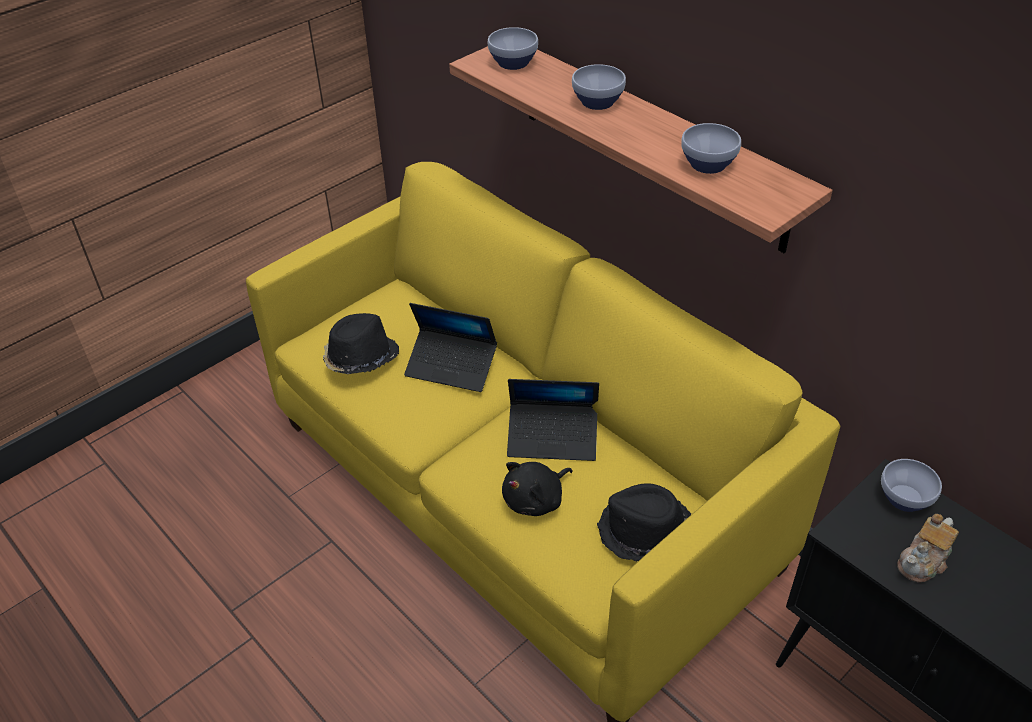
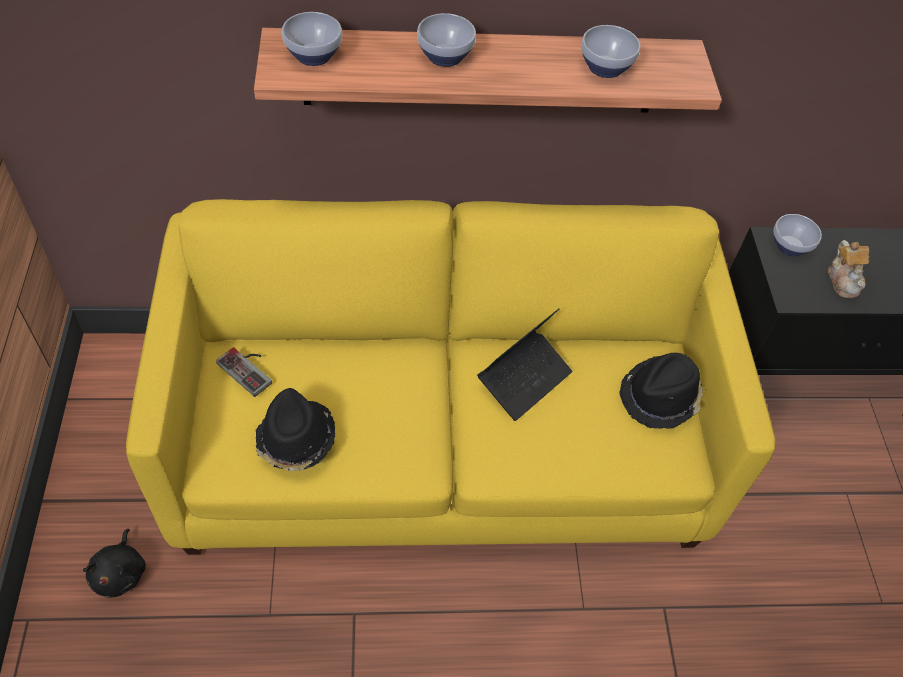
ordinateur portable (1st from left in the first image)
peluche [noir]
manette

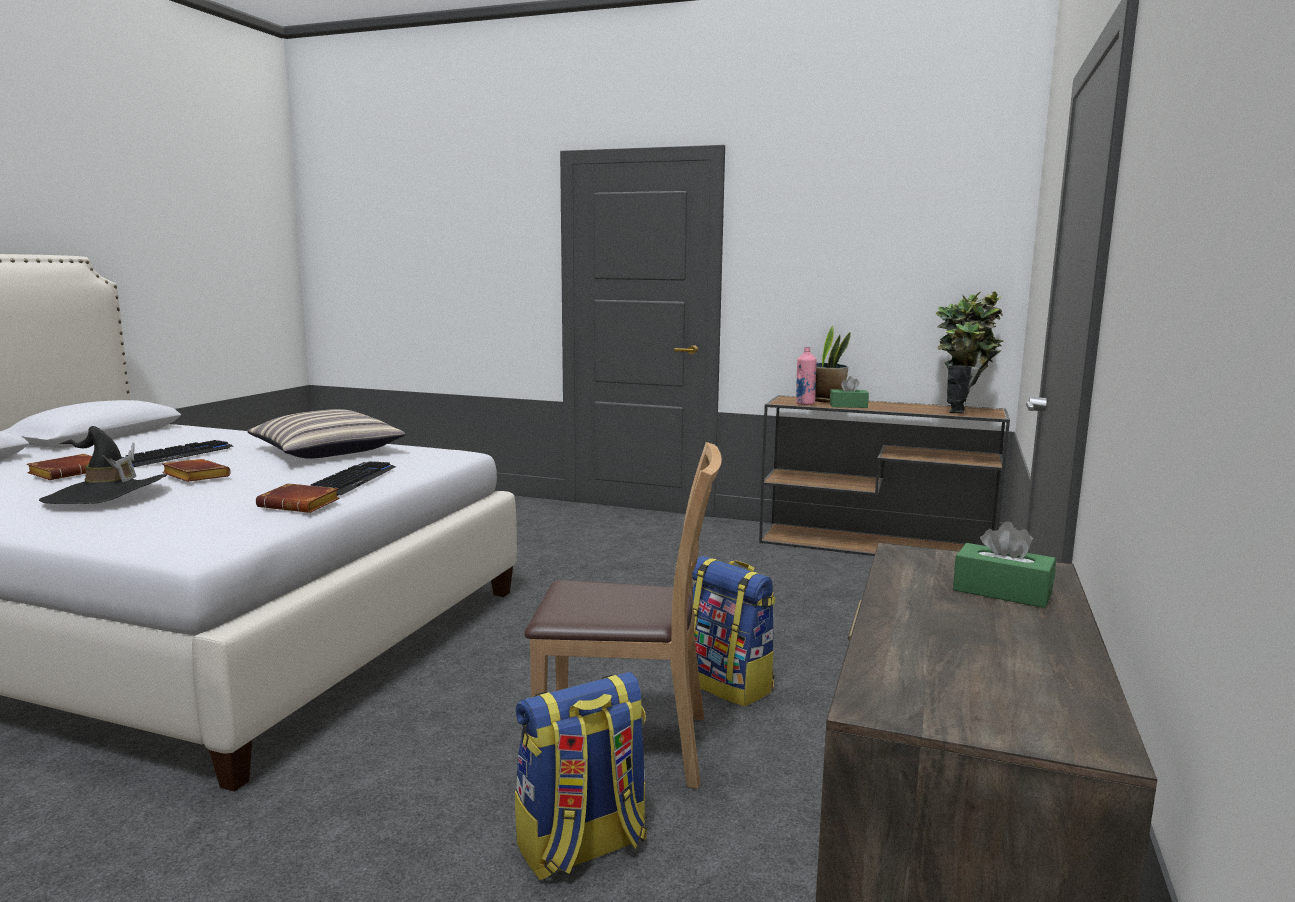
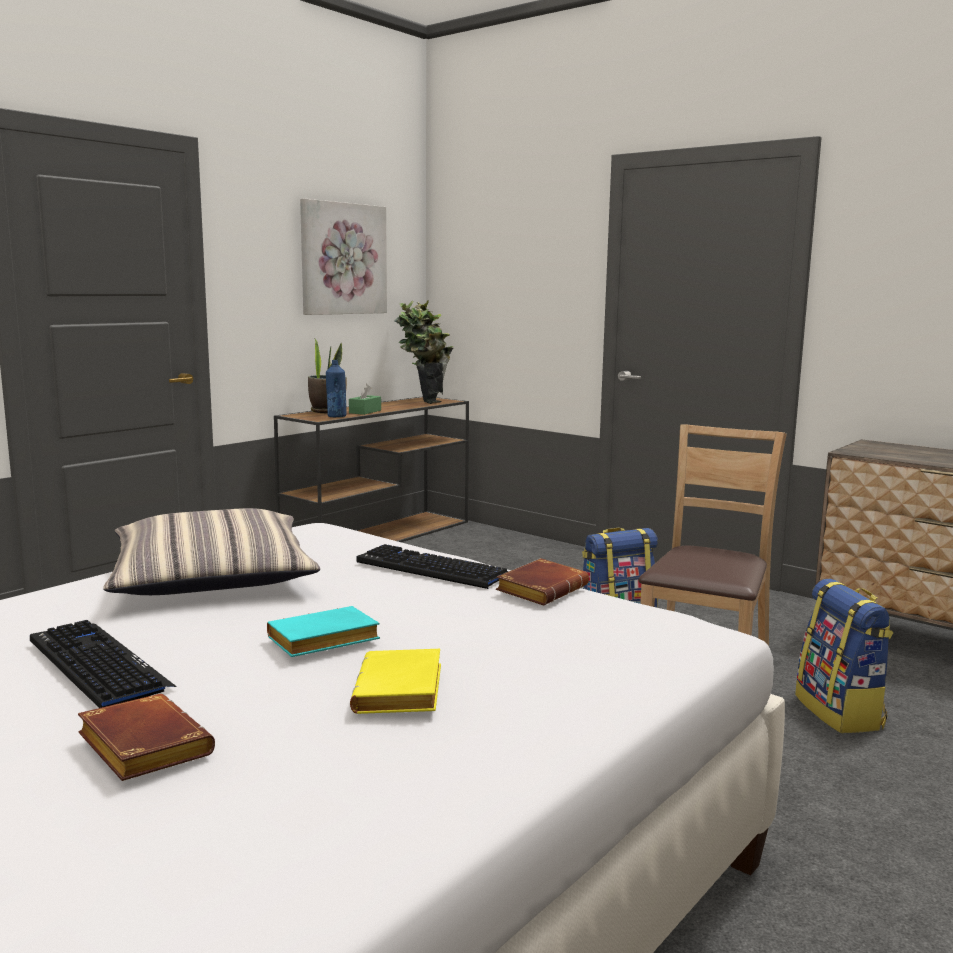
livre [jaune]
livre [turquoise]
bouteille [bleu]
boîte à mouchoirs [vert] (2nd from left in the first image)
tableau

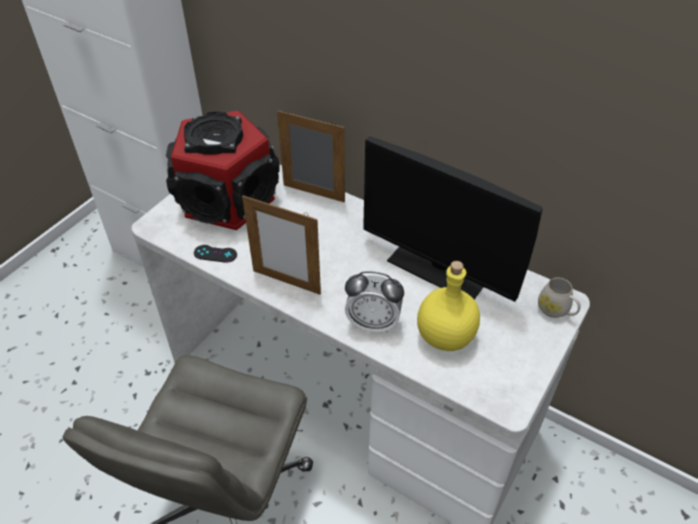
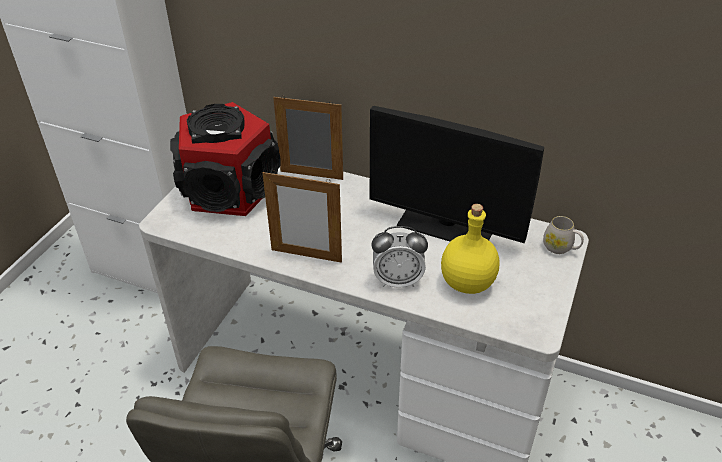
manette [noir]

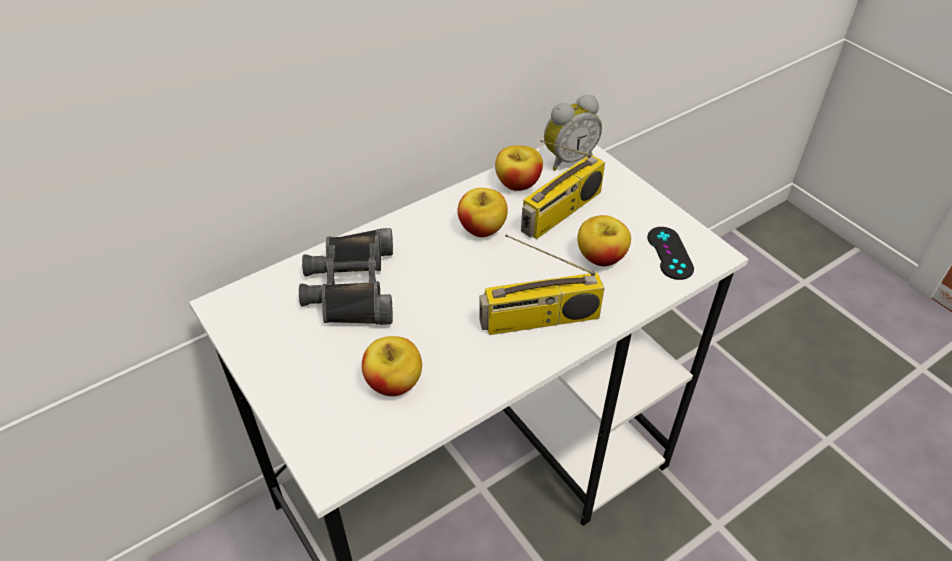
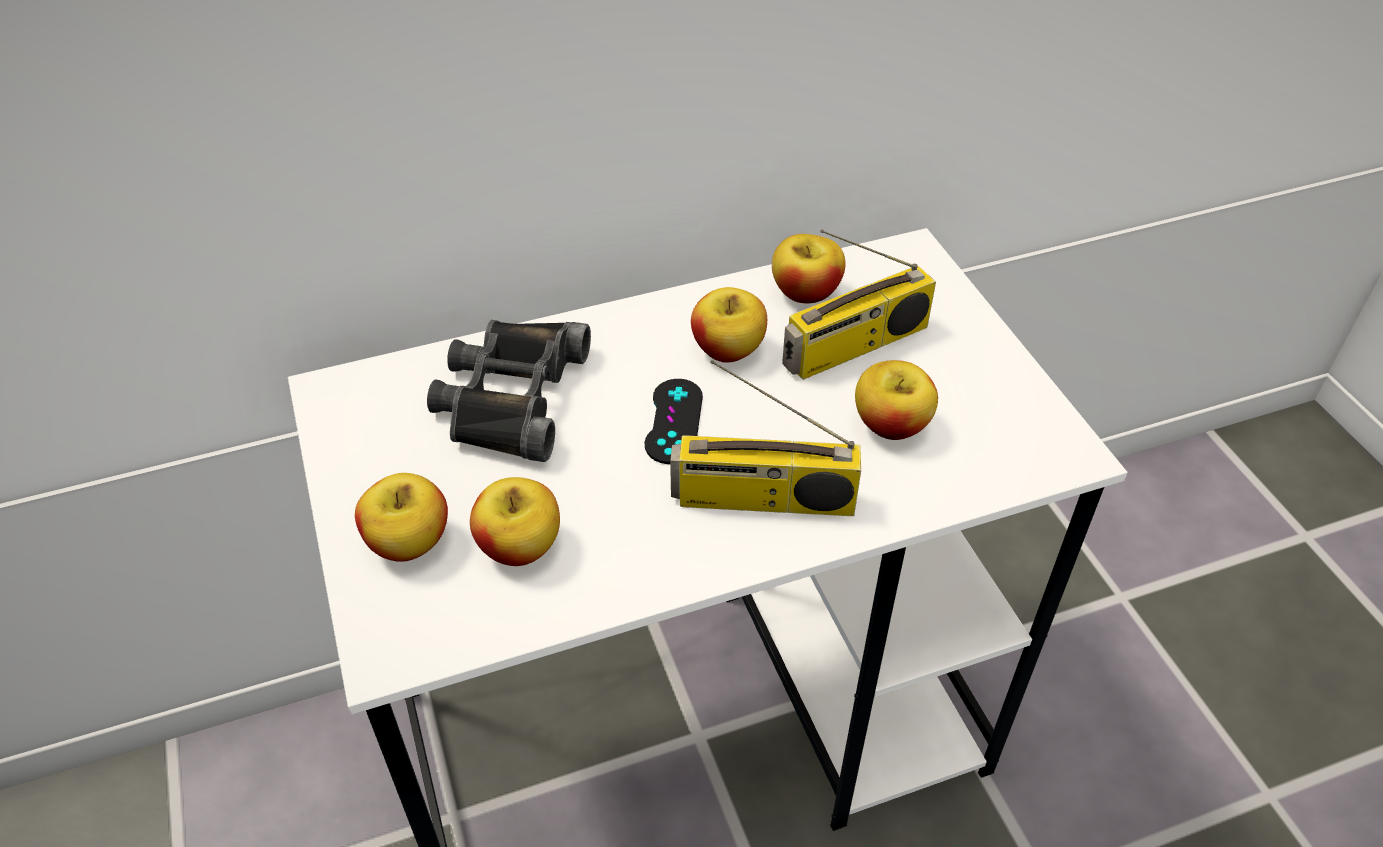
réveil
manette [noir]
pomme (1st from left)

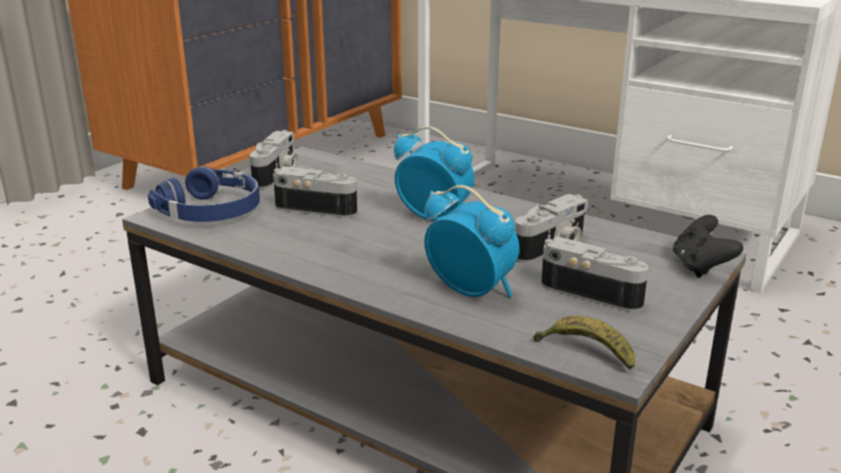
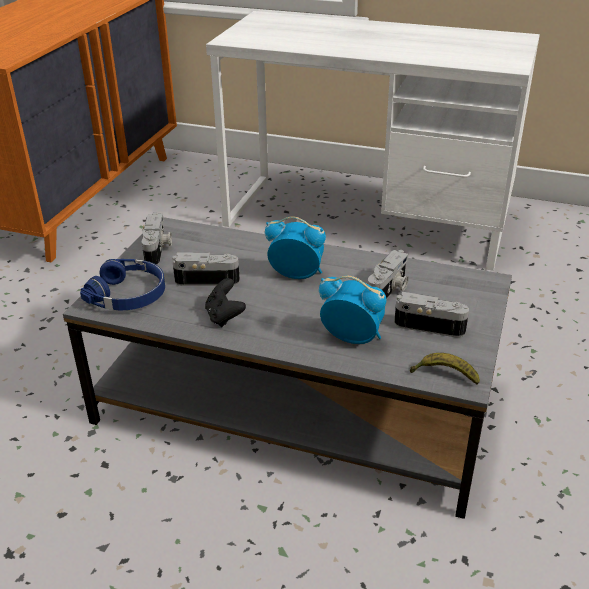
manette [noir]

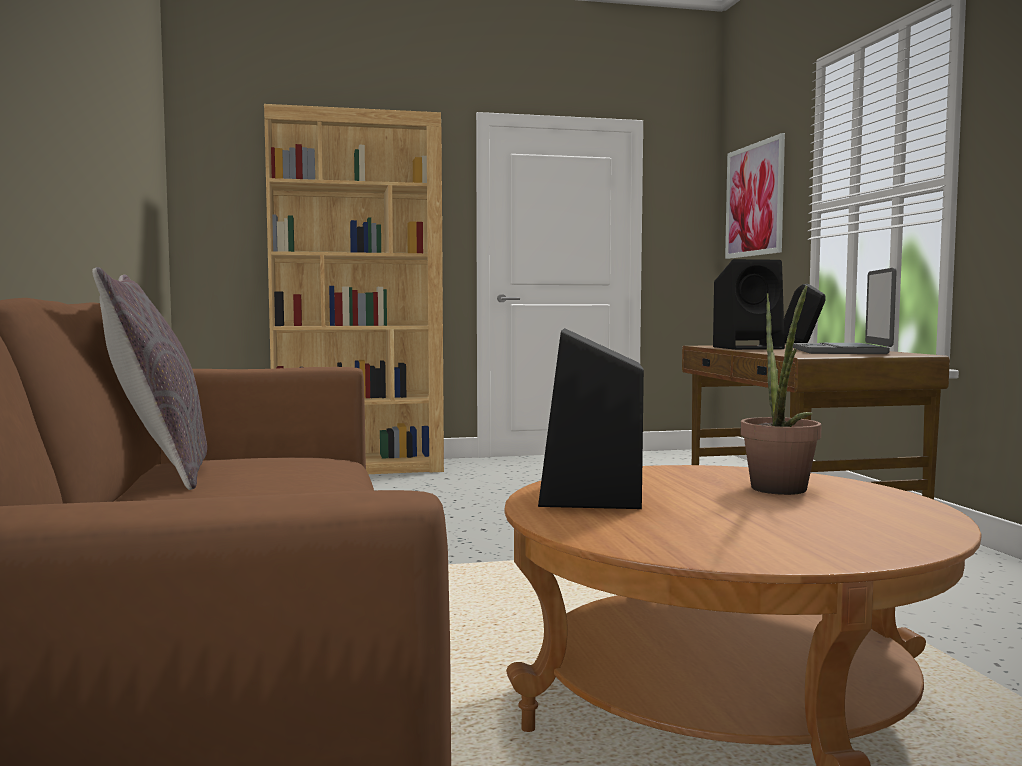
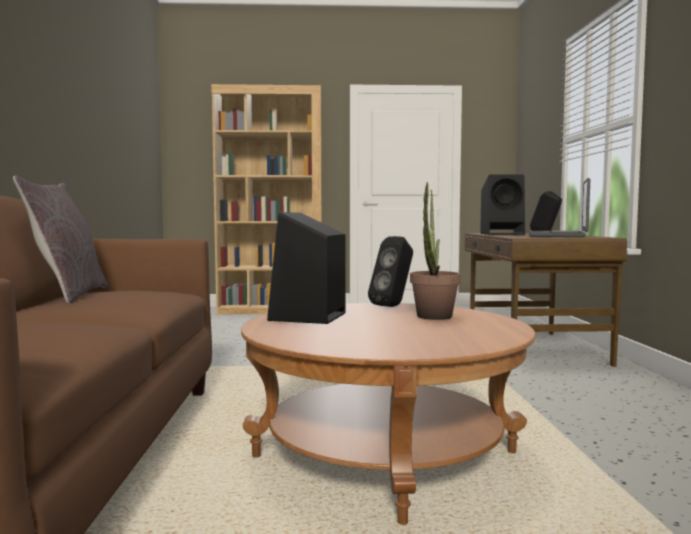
tableau
enceinte [noir] (2nd from left)

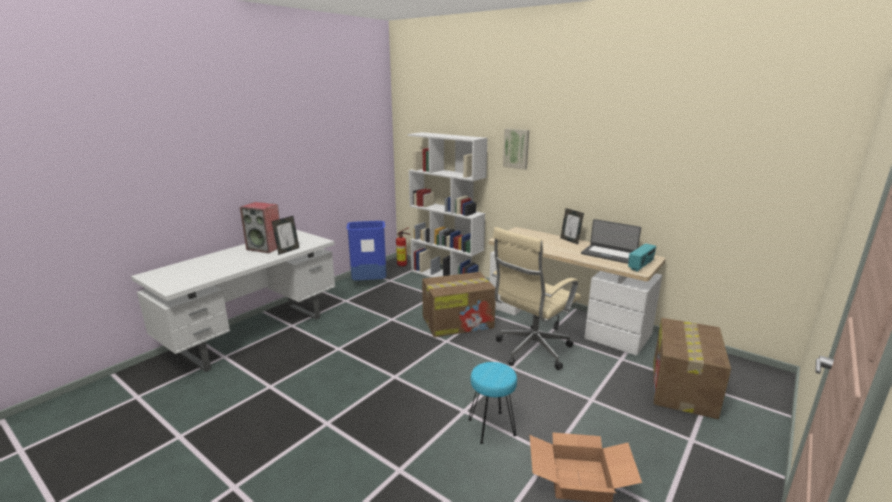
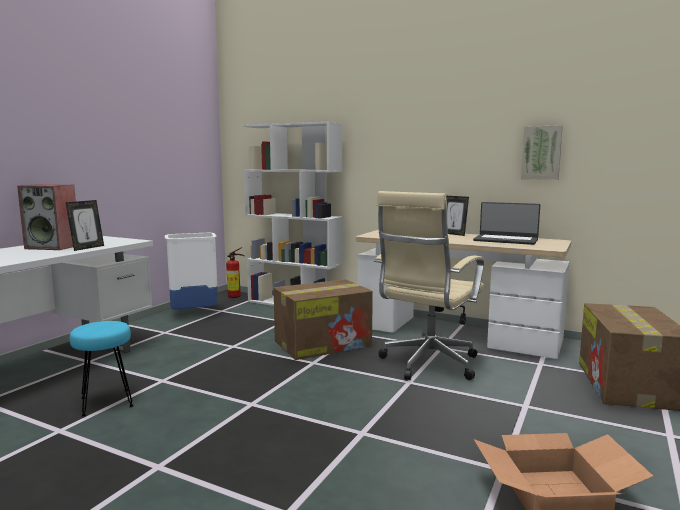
poubelle [blanc]
tabouret [turquoise]
tableau
radio

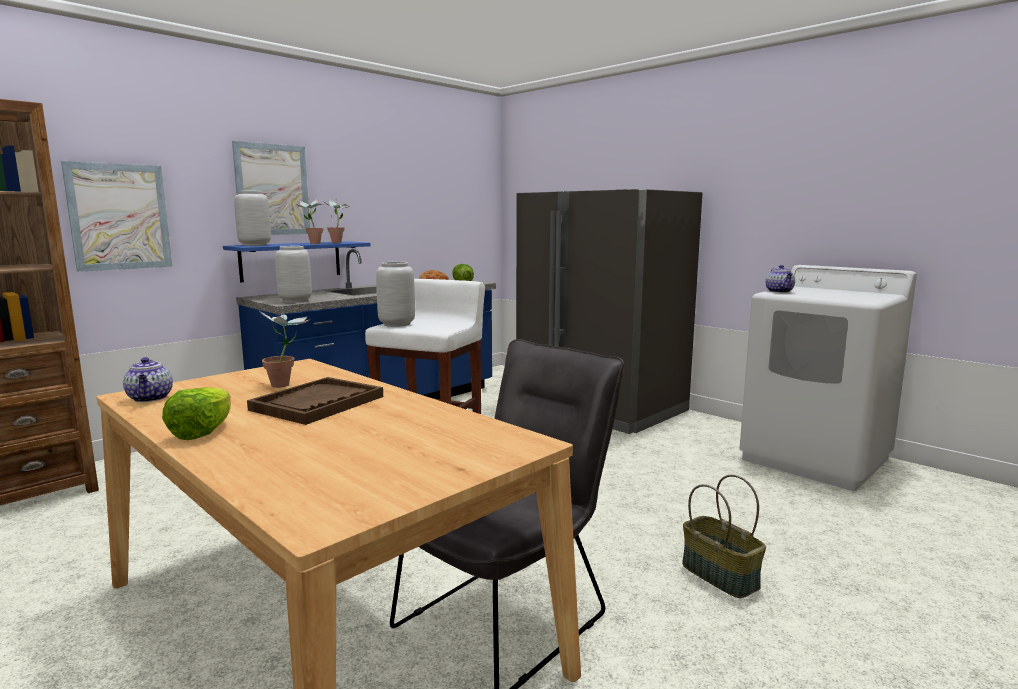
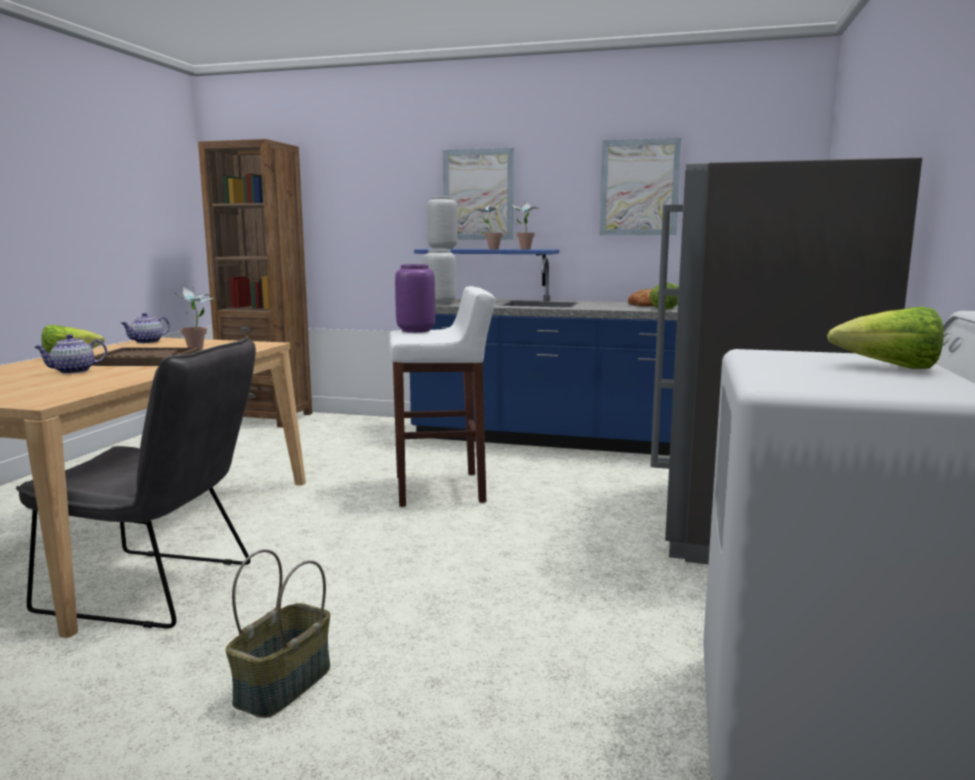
tableau (2nd from left)
vase [violet]
théière (1st from left)
laitue (3rd from left)

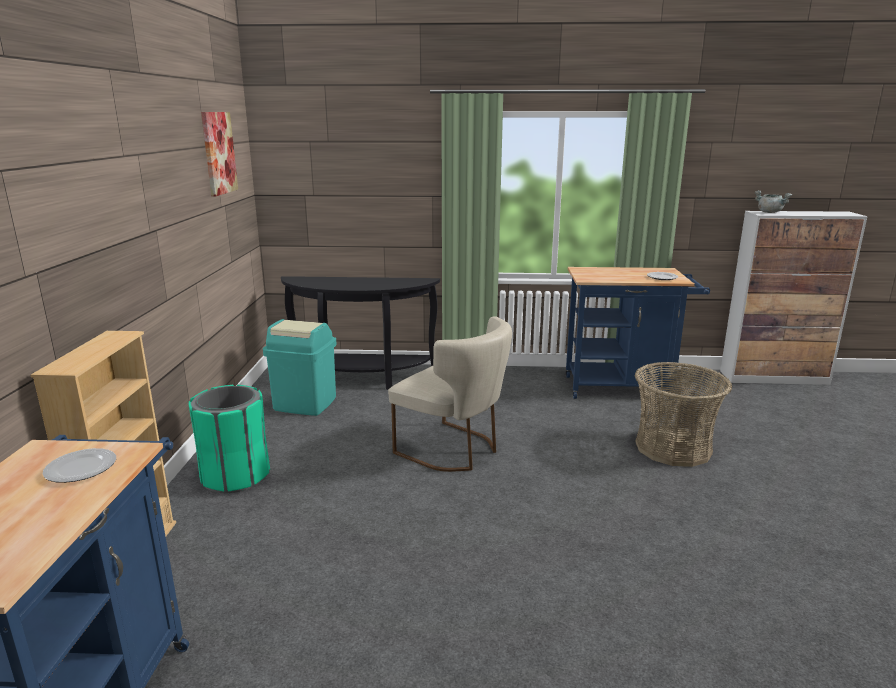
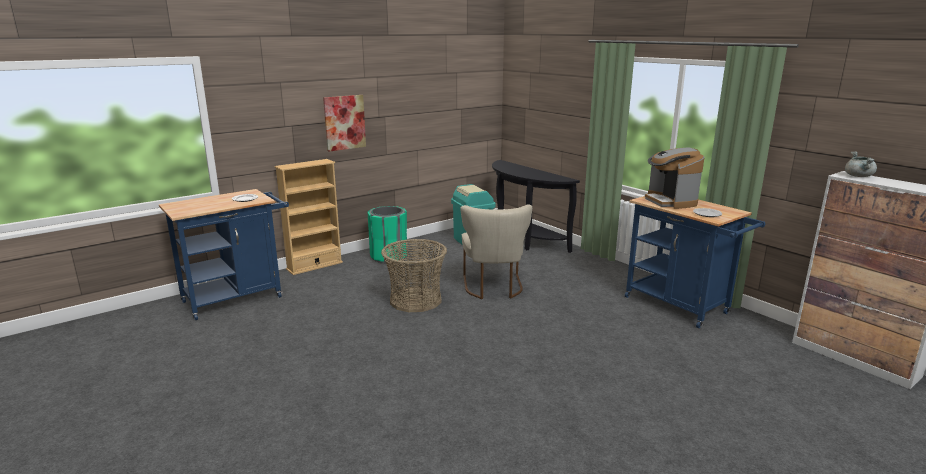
tableau
panier
machine à café

